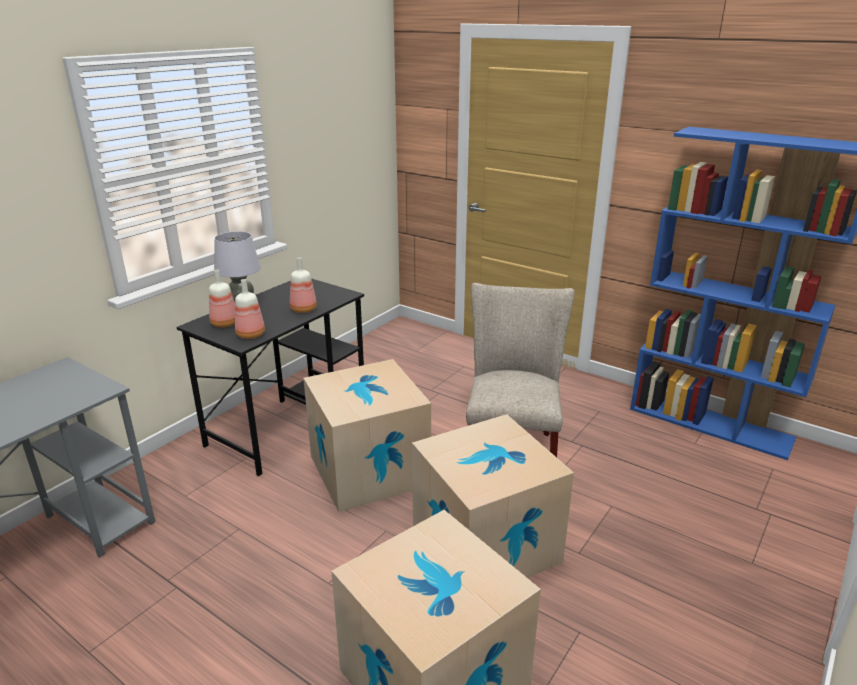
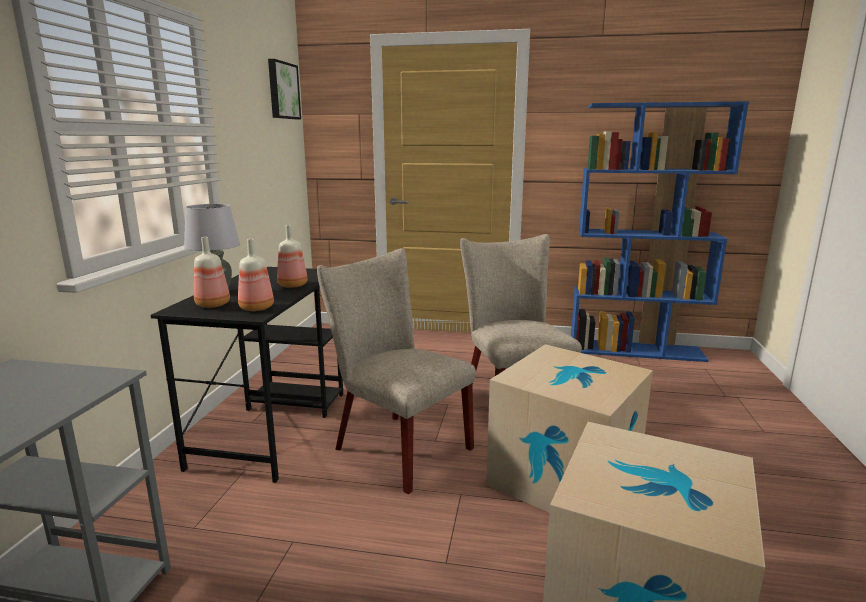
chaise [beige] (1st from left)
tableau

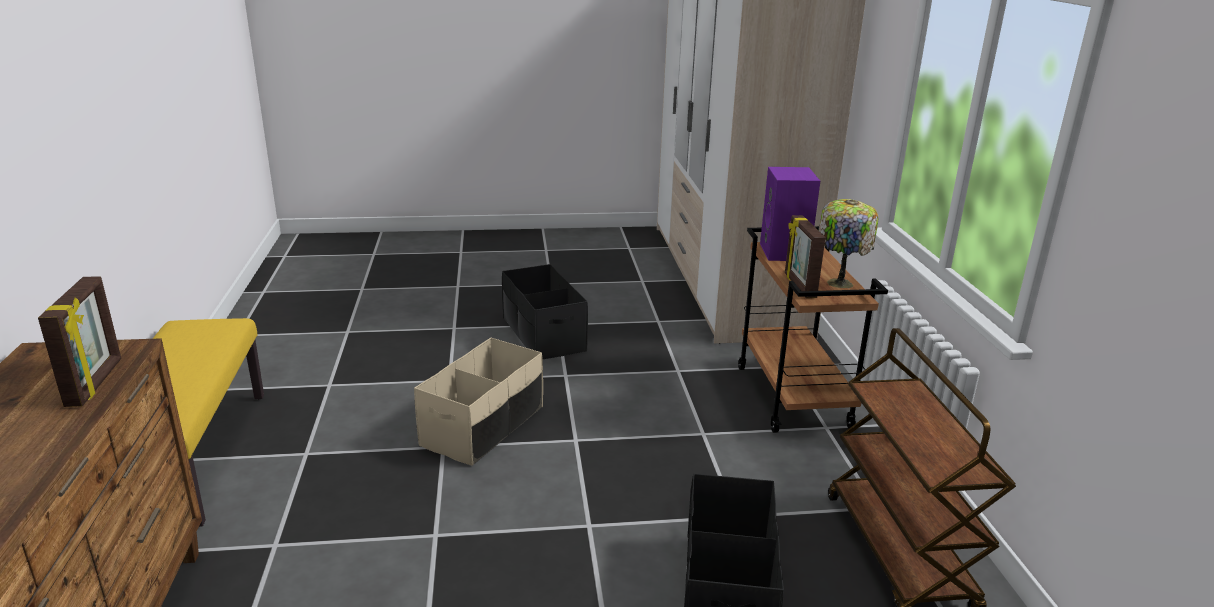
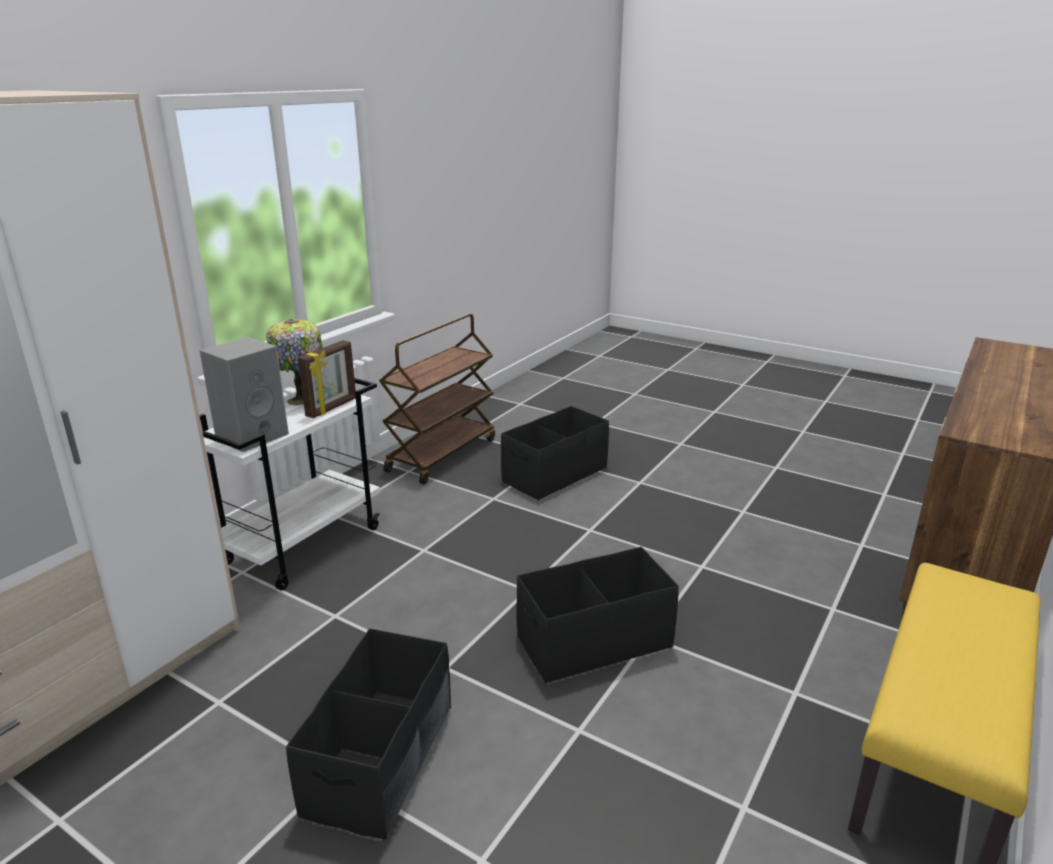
cadre photo (1st from left in the first image)
boîte de rangement [noir] (3rd from left)
chariot [blanc]
enceinte [gris]

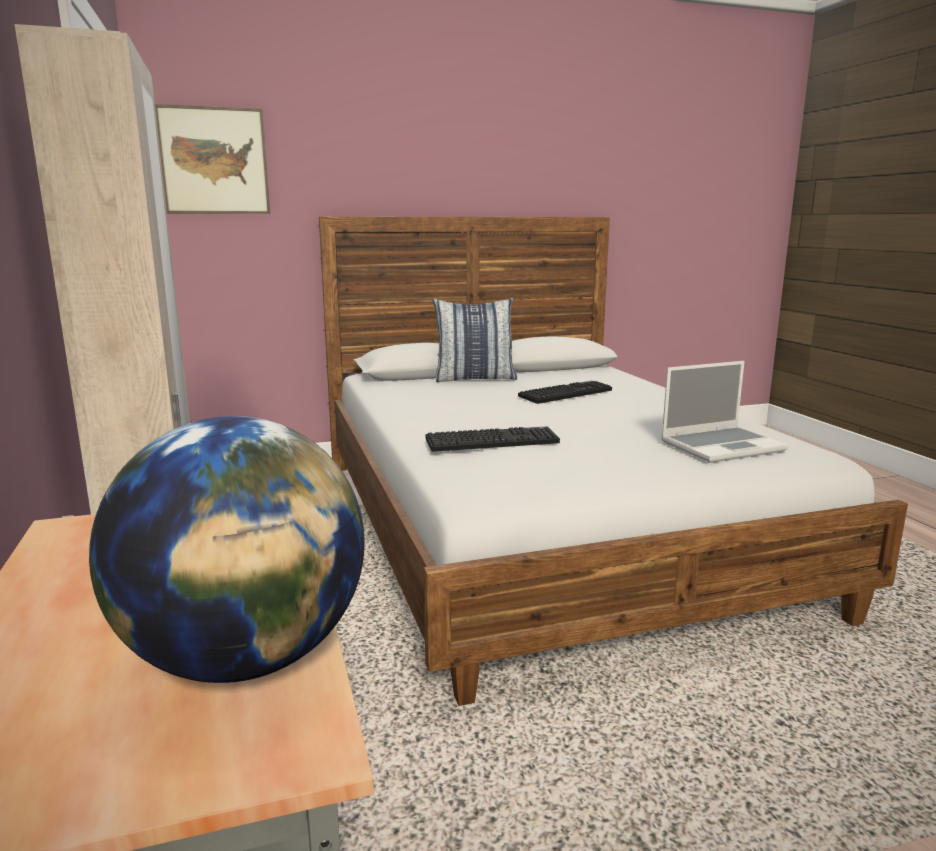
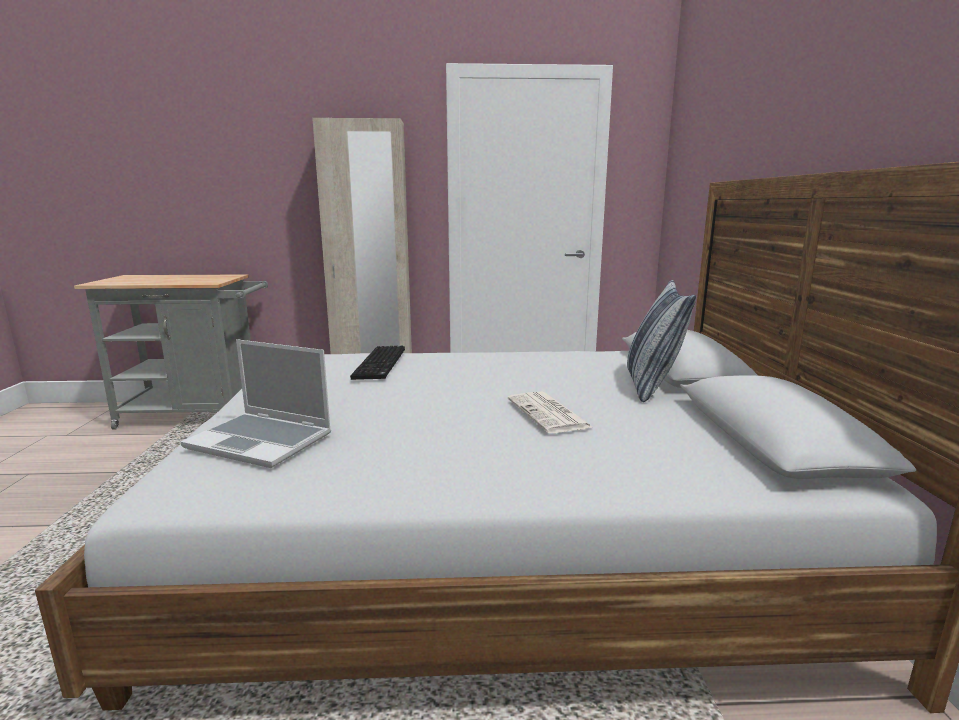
globe
tableau
journal
ordinateur portable

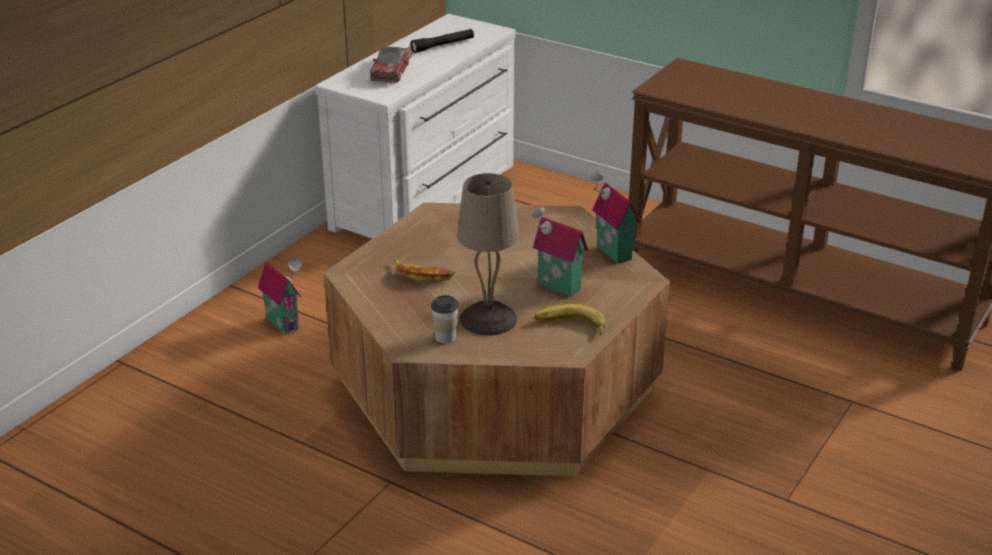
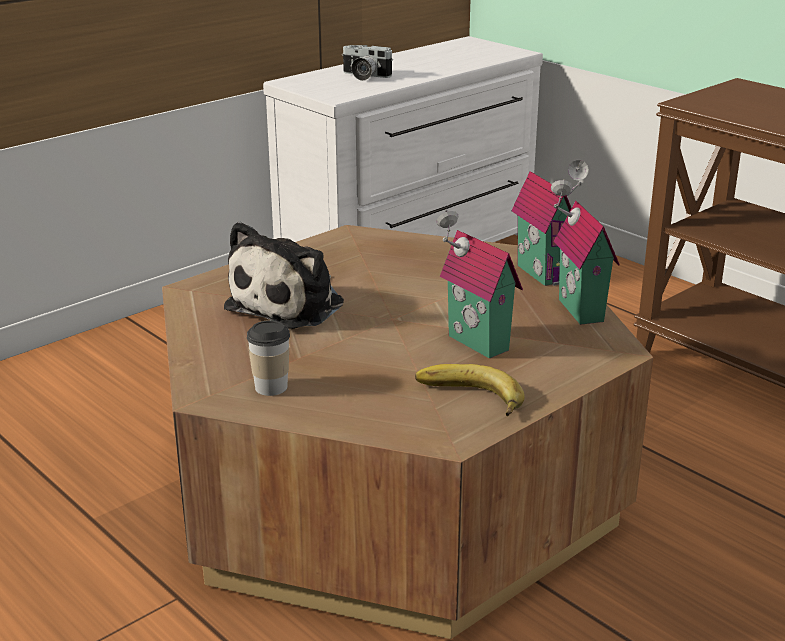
maison miniature (2nd from left)
appareil photo
peluche
lampe de poche [noir]
lampe de table [beige]

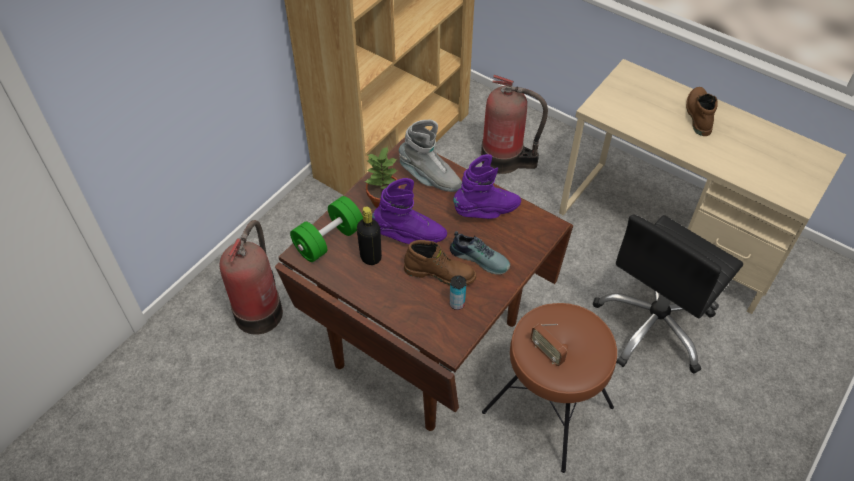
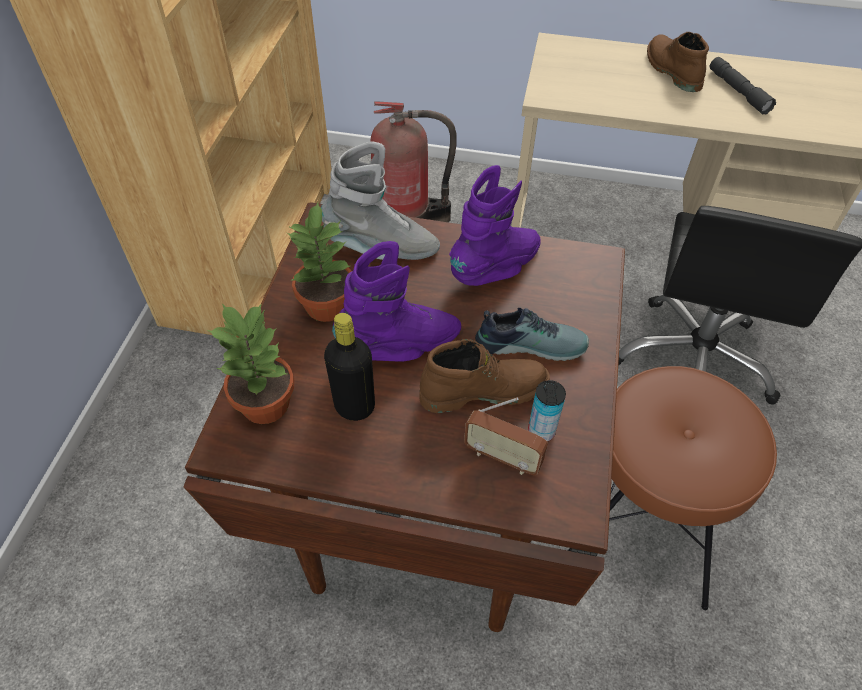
extincteur (1st from left in the first image)
plante en pot (1st from left)
radio
lampe de poche [gris]

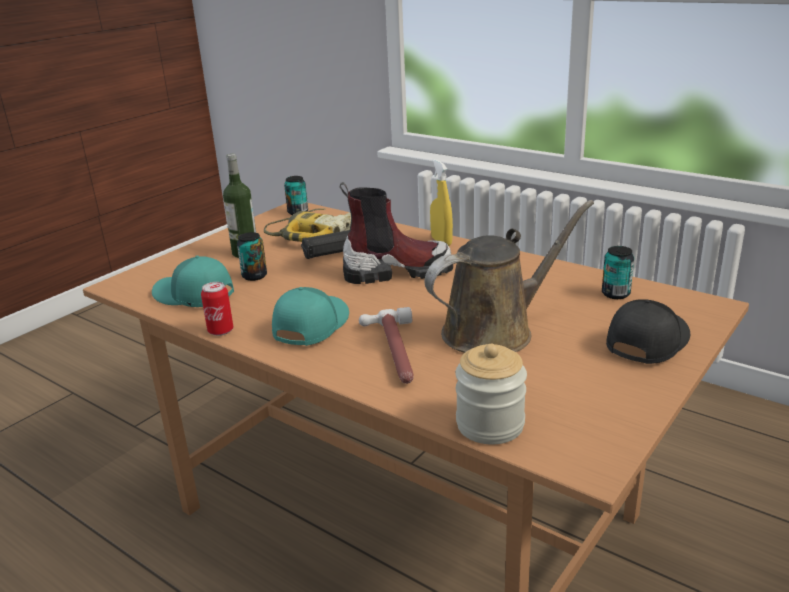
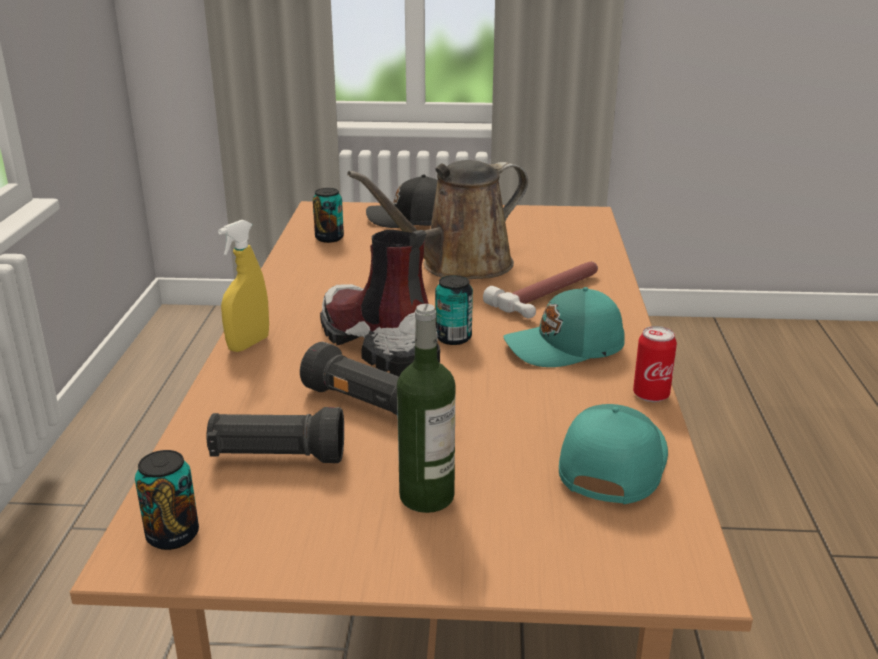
casquette [turquoise] (2nd from left)
boîte métallique (3rd from left)
lampe de poche [noir] (1st from left)
arrosoir [marron]
bocal

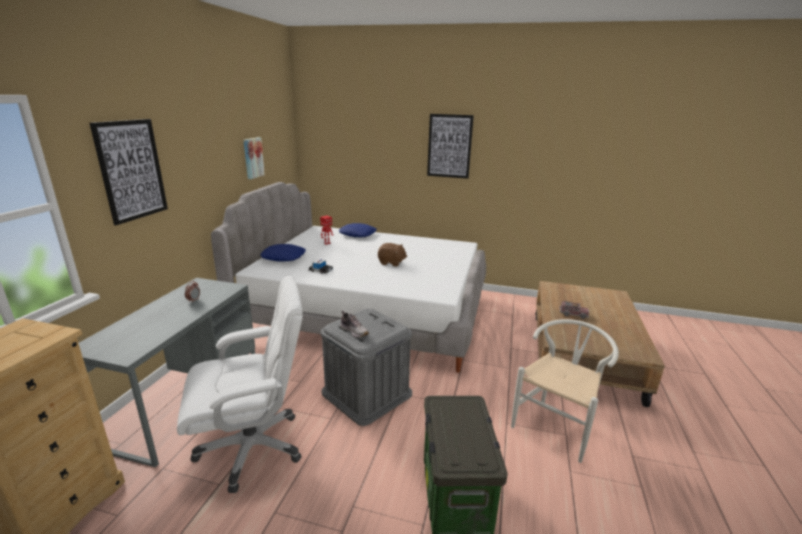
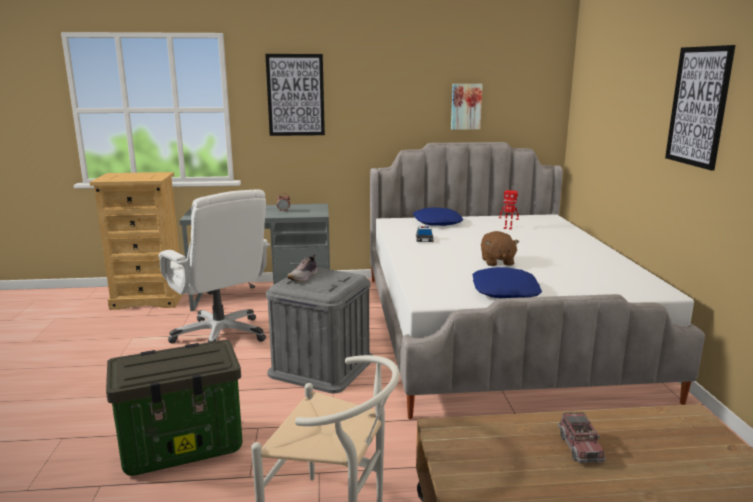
coussin [bleu] (2nd from left)

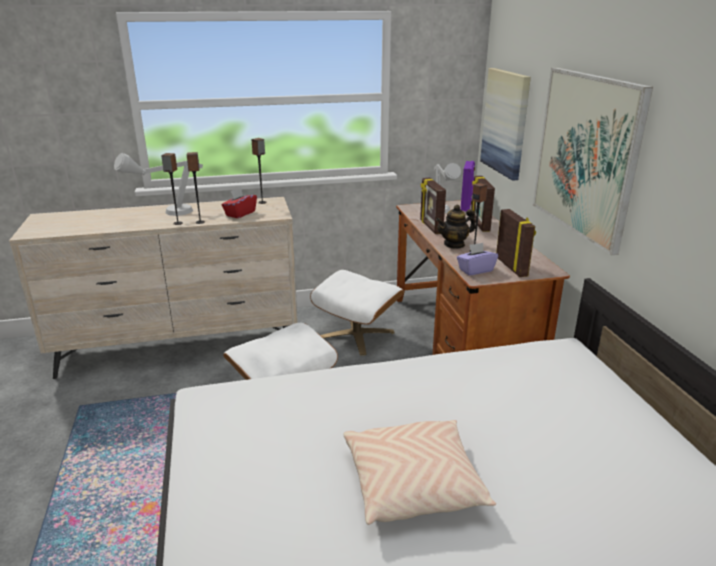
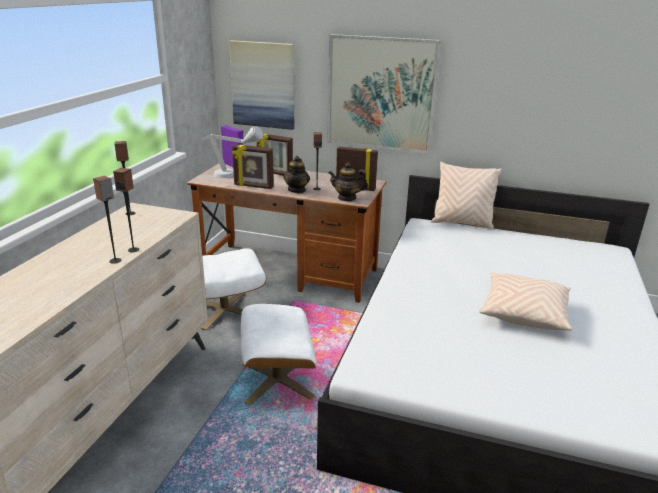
lampe de table [gris] (1st from left in the first image)
boîte à mouchoirs [rouge]
théière (2nd from left)
coussin [beige] (1st from left)

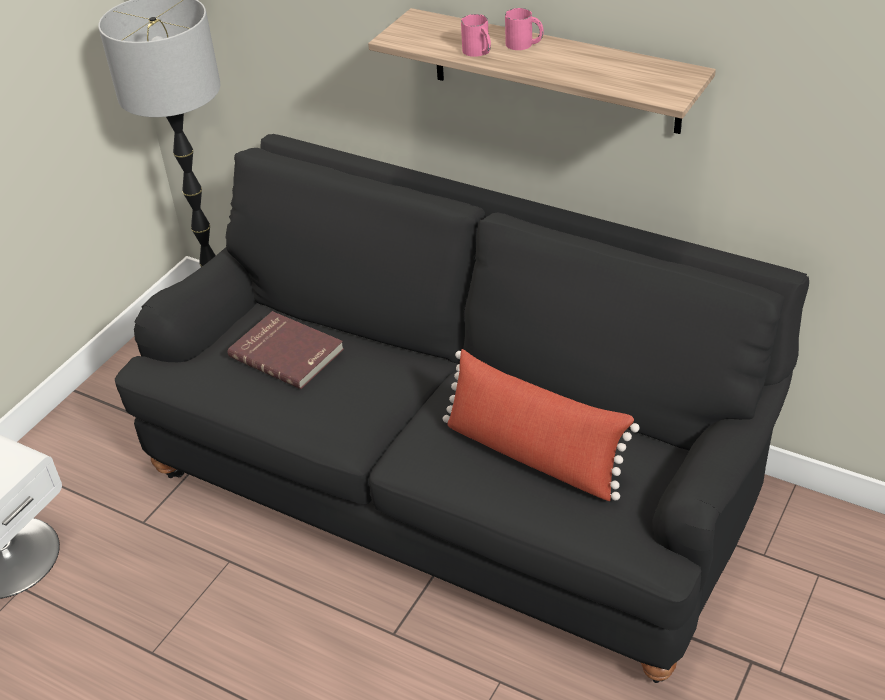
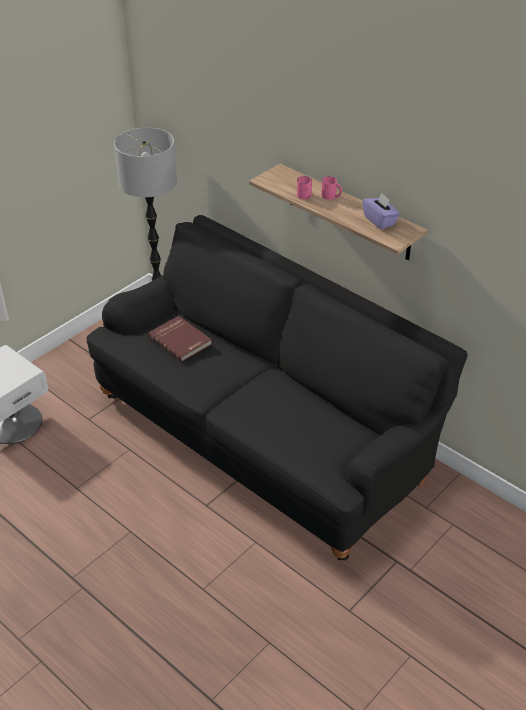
coussin [rouge]
boîte à mouchoirs [violet]

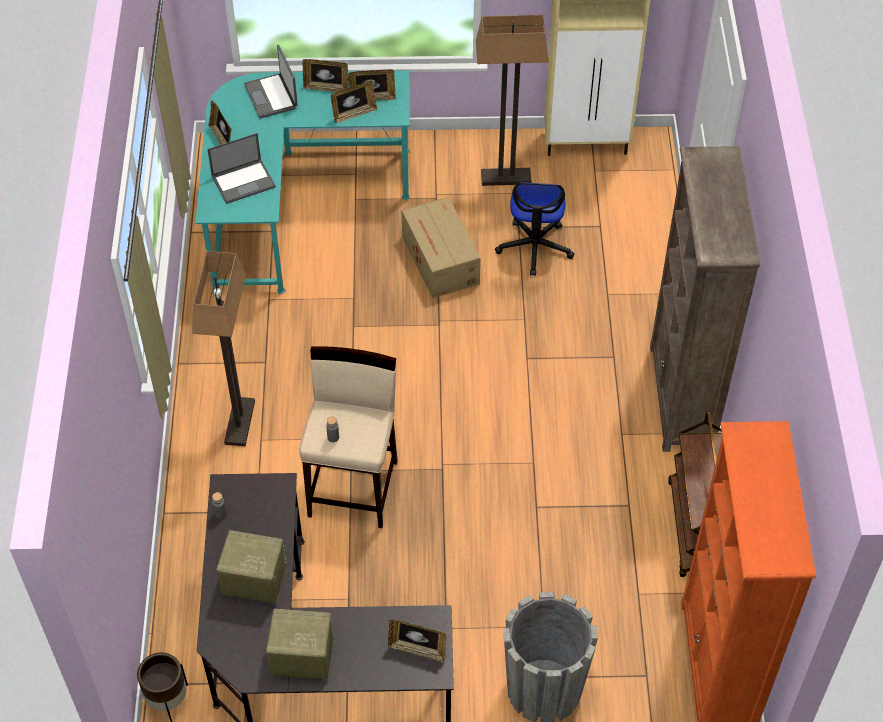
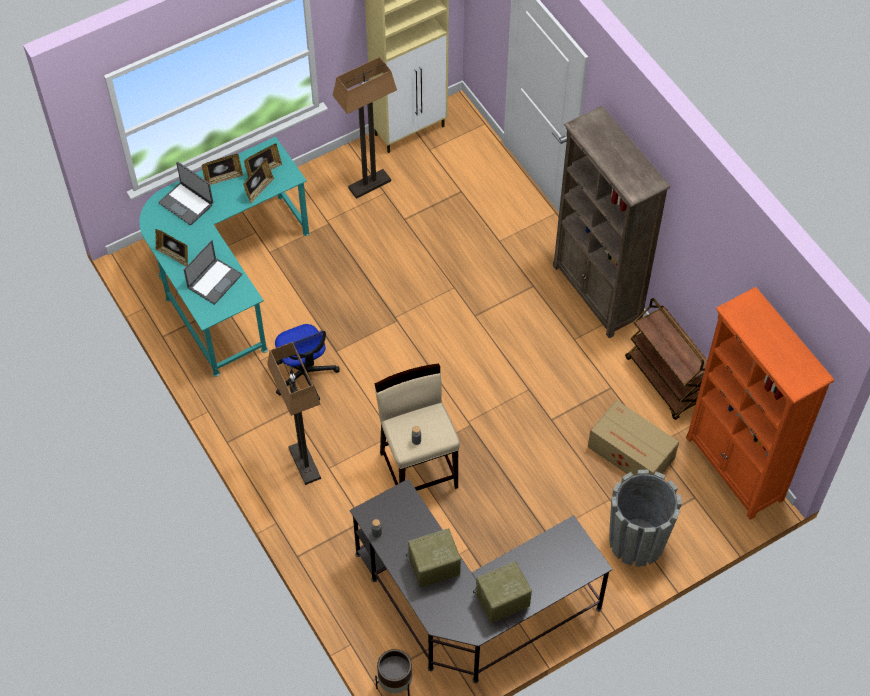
cadre photo (5th from left in the first image)
carton
chaise de bureau

